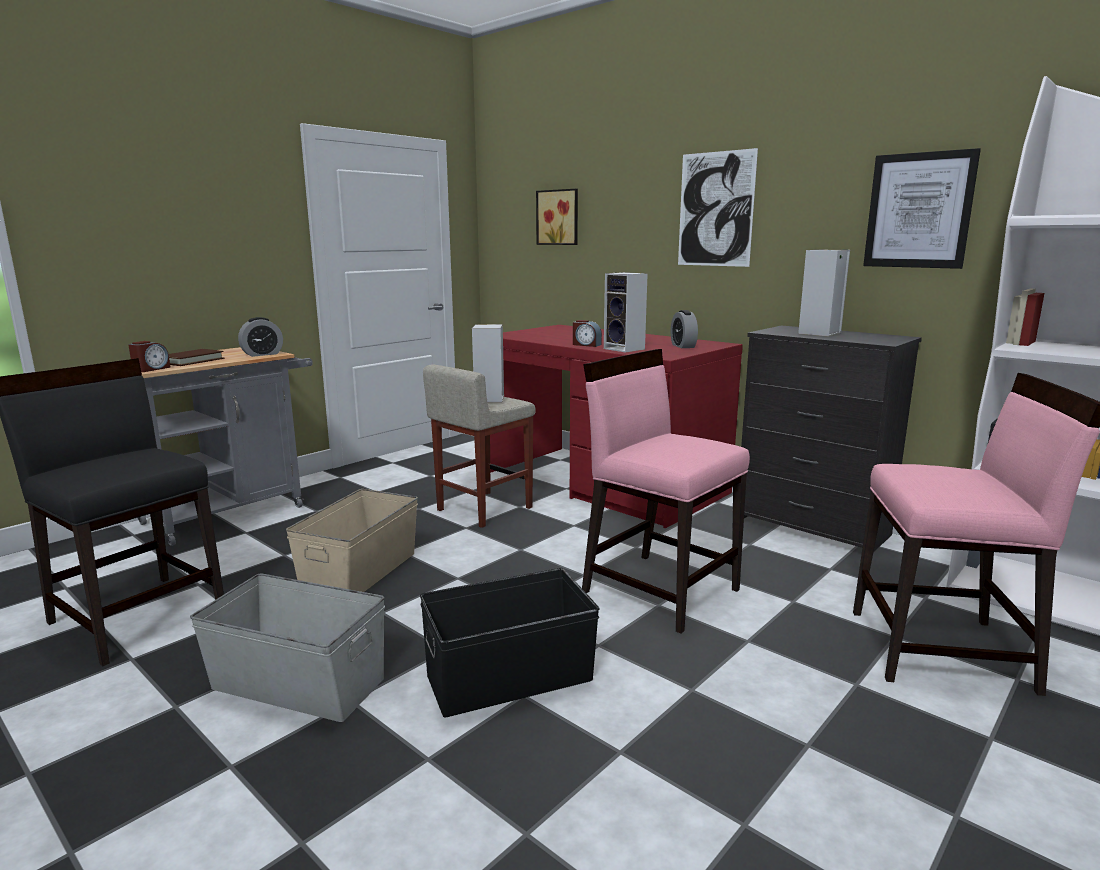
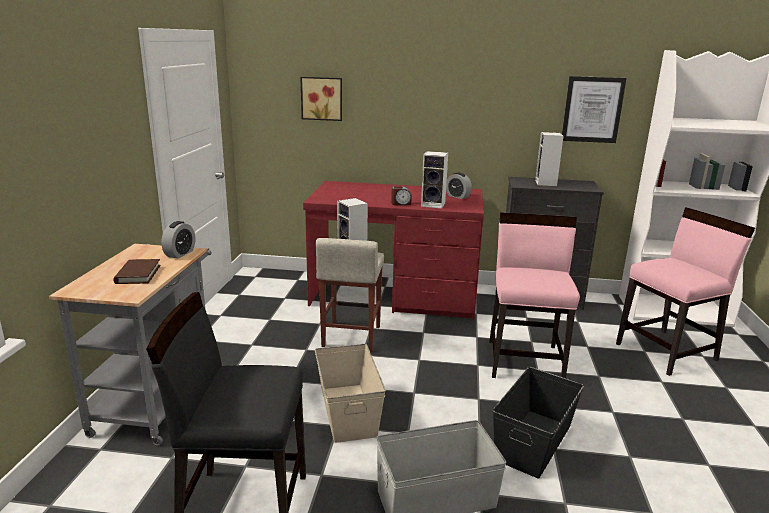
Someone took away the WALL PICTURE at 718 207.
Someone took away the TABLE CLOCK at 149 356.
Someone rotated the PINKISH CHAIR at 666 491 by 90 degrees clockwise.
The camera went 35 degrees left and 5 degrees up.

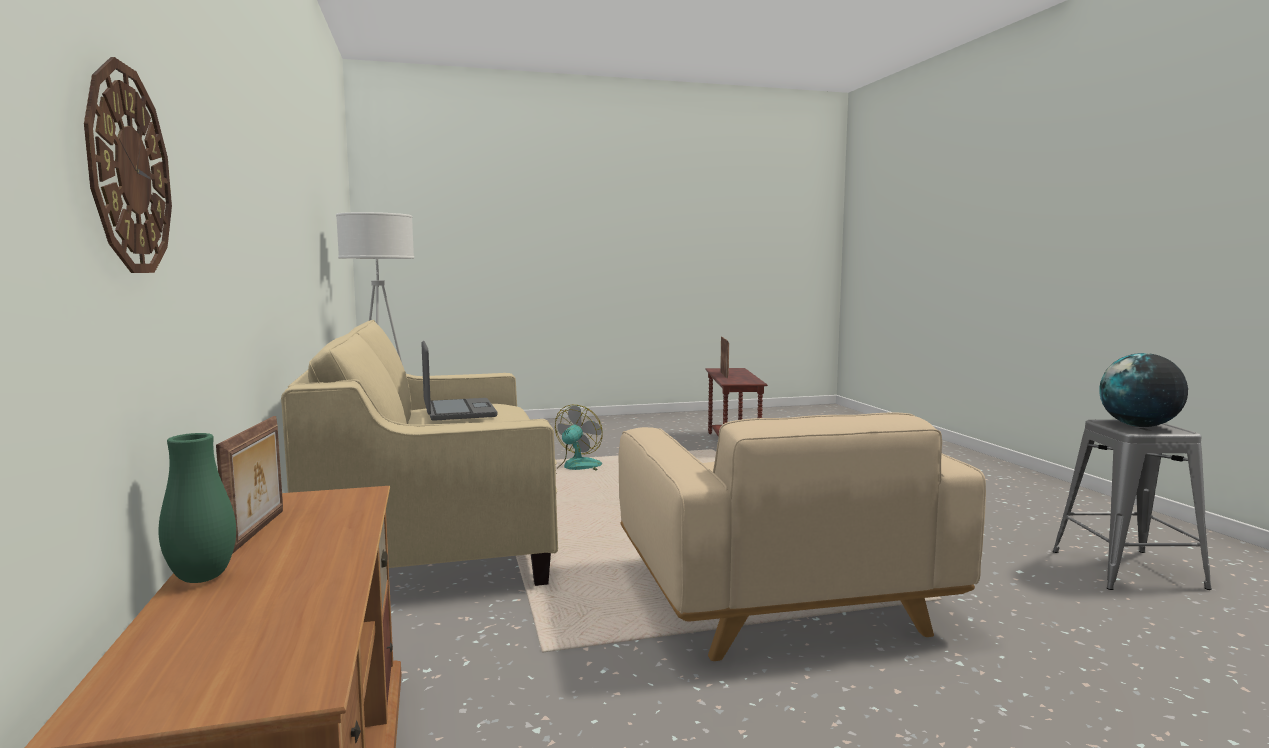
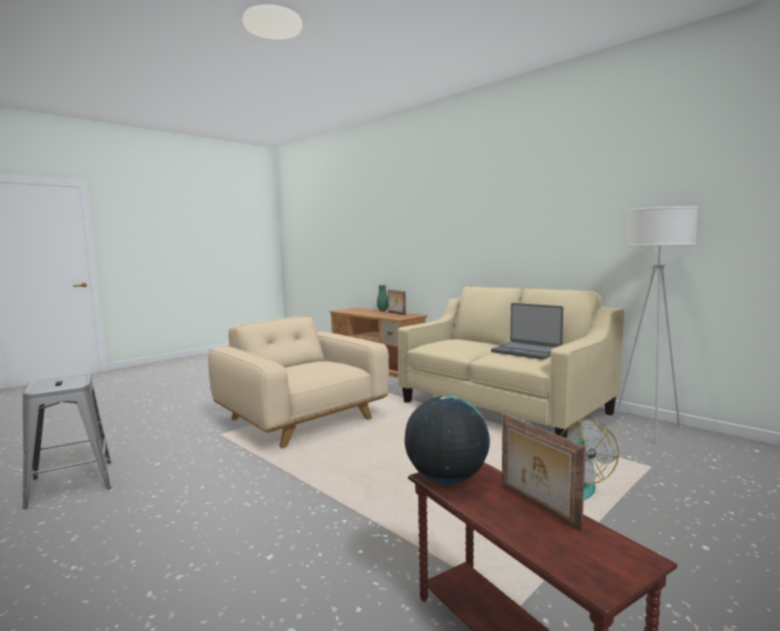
Someone took away the HANGING CLOCK at 128 165.
Someone carried the GLOBE from 1143 390 to 447 439.
The camera went 150 degrees right and 0 degrees up.

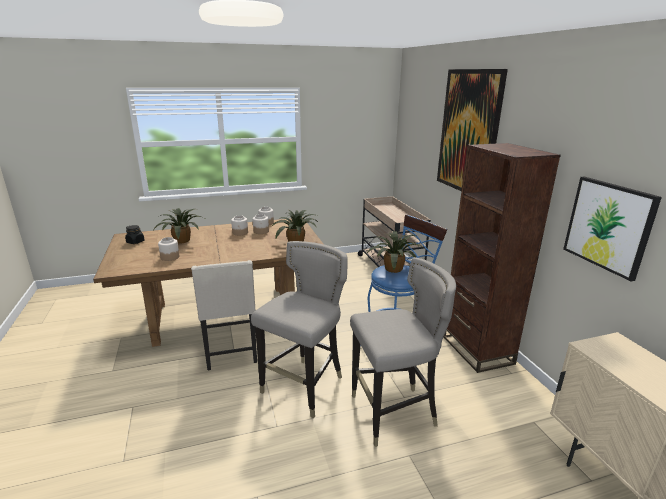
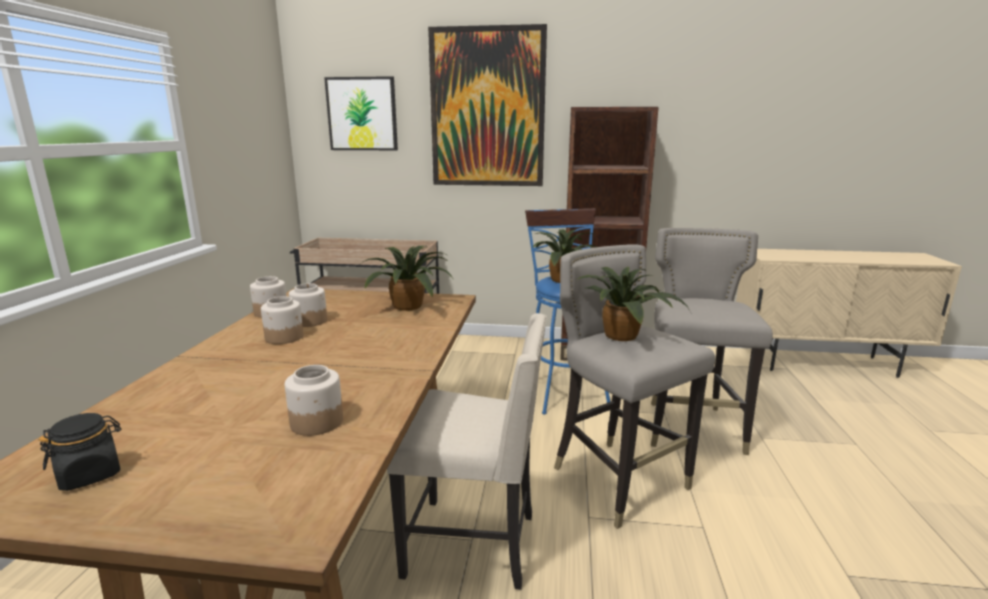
Someone carried the WALL PICTURE from 612 229 to 361 113.
Someone carried the POTTED PLANT from 179 225 to 633 304.
The camera went 65 degrees left and 5 degrees down.

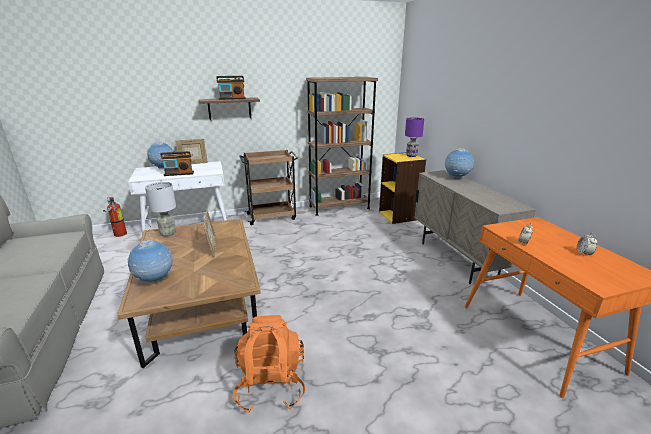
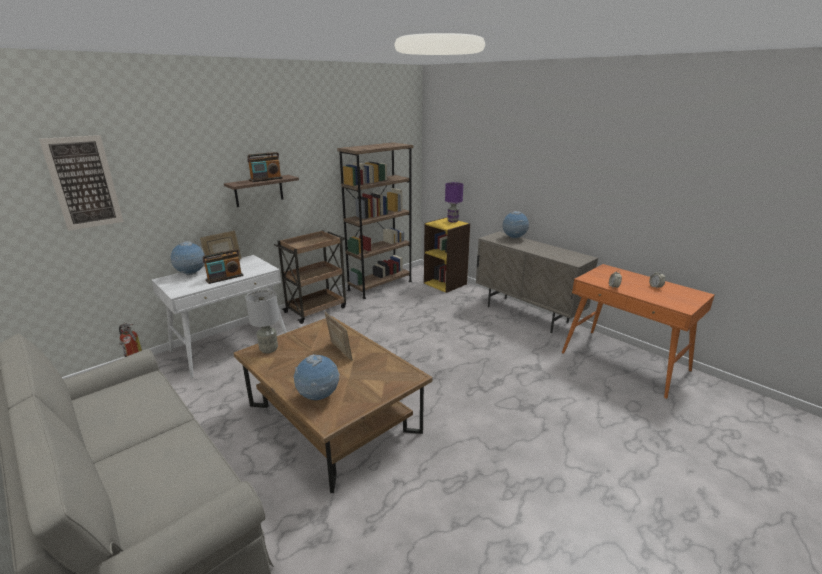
Someone took away the ORANGE BACKPACK at 269 364.
Someone put up the WALL PICTURE at 81 183.
The camera went 25 degrees left and 0 degrees up.

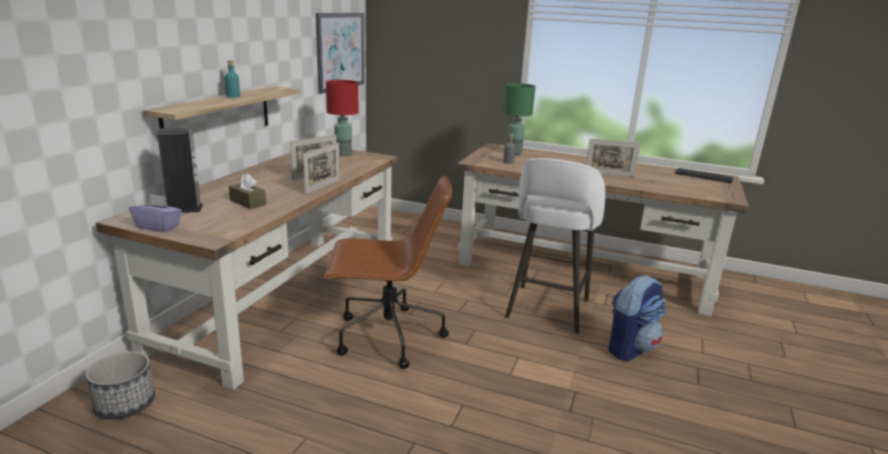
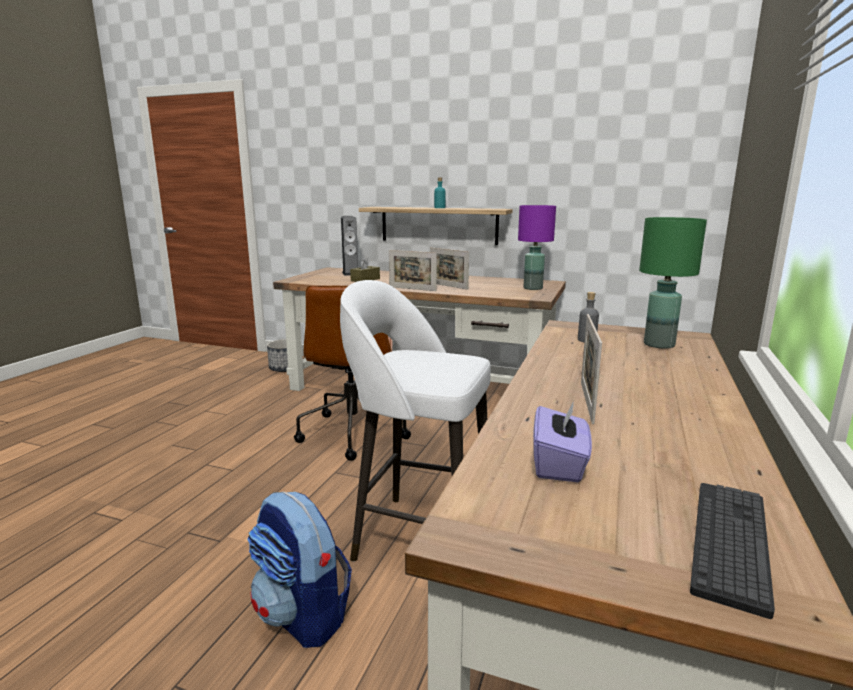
Someone took away the WALL PICTURE at 340 53.
Someone repainted the RED TABLE LAMP at 342 118, which became the PURPLE-COLOURED TABLE LAMP at 537 247.
Someone carried the PURPLE-COLOURED TISSUE HOLDER from 155 213 to 562 440.
The camera went 90 degrees right and 5 degrees down.

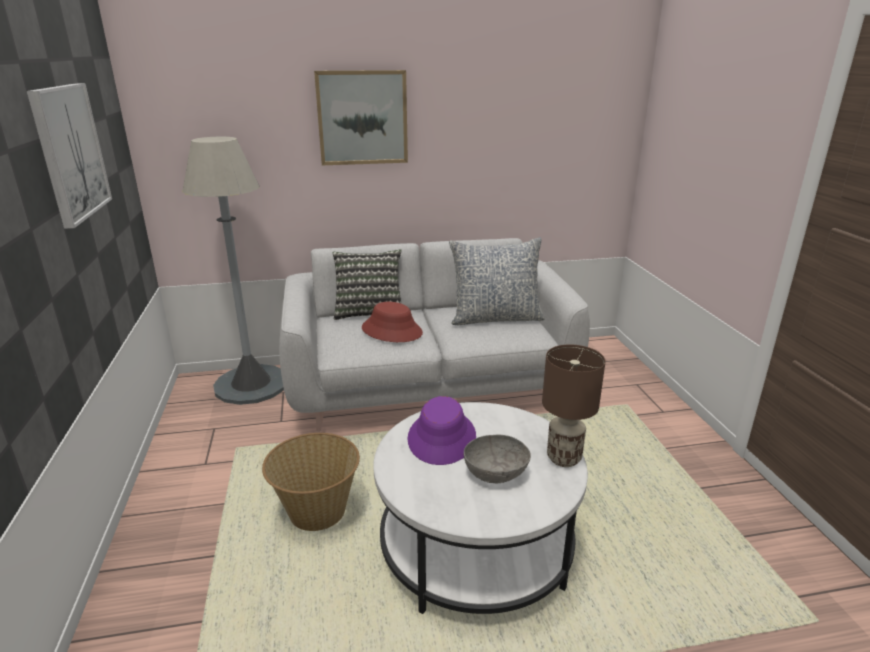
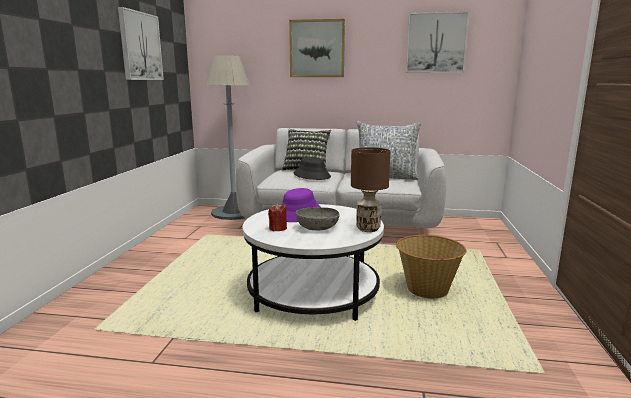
Someone repainted the RED WEARABLE HAT at 392 322, which became the BLACK WEARABLE HAT at 312 168.
Someone carried the BASKET from 311 482 to 431 266.
Someone put up the WALL PICTURE at 437 42.
Someone put down the RED CANDLE at 277 217.
The camera went 20 degrees right and 10 degrees down.

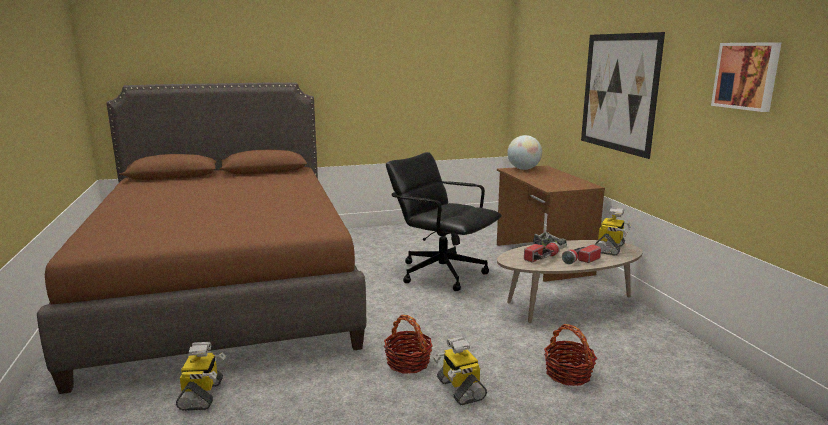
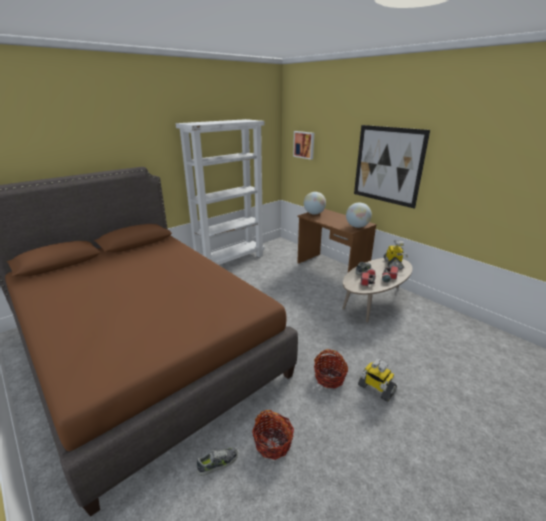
Someone carried the WALL PICTURE from 746 77 to 303 145.
Someone took away the BLACK COMPUTER CHAIR at 444 221.
Someone carried the BASKET from 570 355 to 273 435.
Someone swapped the TOY ROBOT at 201 376 for the LOW SHOE at 217 461.
Someone put down the WHITISH SHELVING UNIT at 220 192.
Someone put down the GLOBE at 359 215.
The camera went 25 degrees left and 10 degrees up.

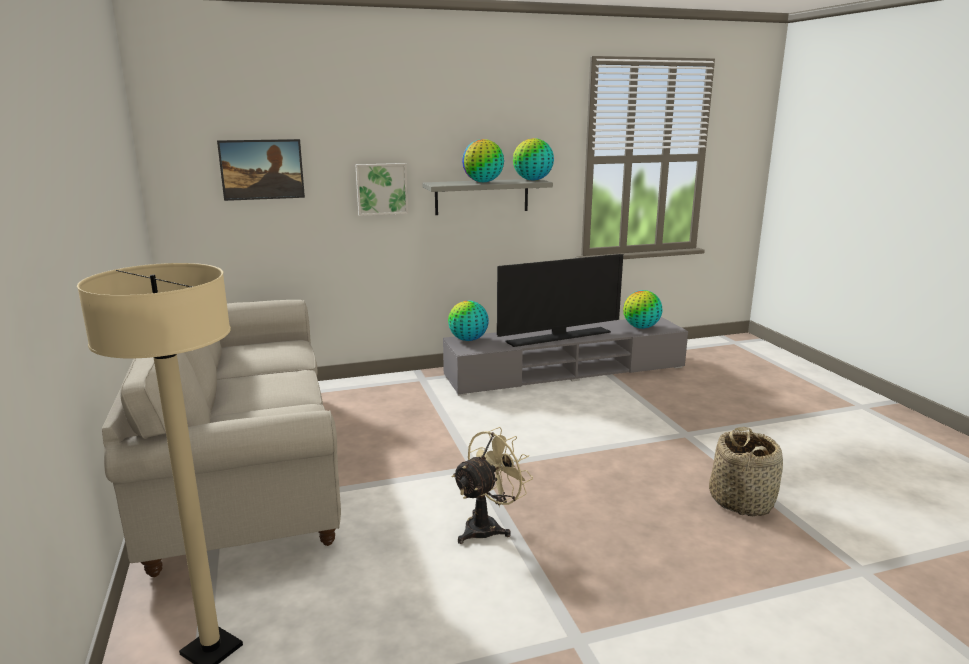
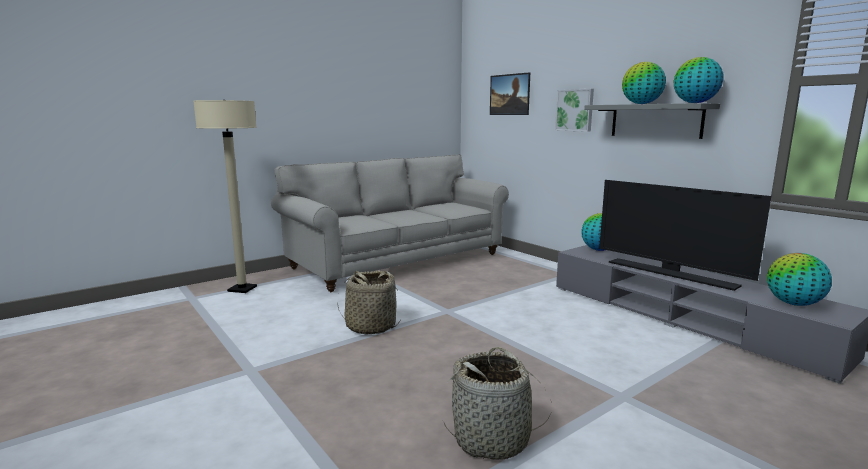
Someone swapped the BEIGE-COLOURED FAN at 492 485 for the BASKET at 369 303.
The camera went 70 degrees right and 5 degrees down.

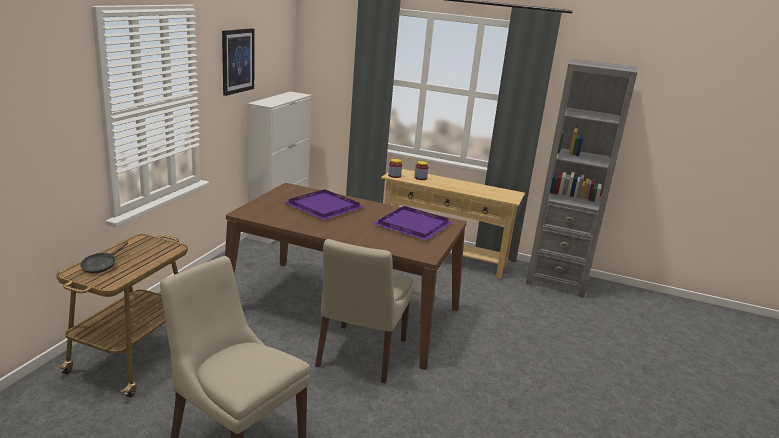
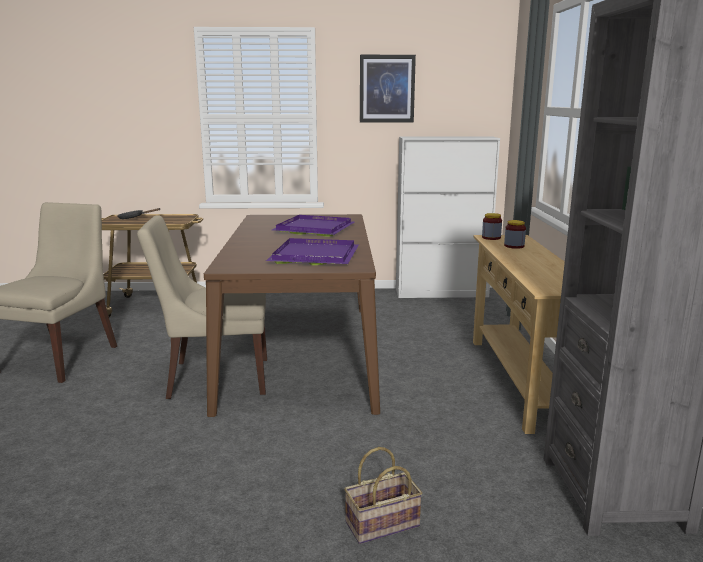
Someone put down the BASKET at 383 495.
The camera went 70 degrees right and 5 degrees down.

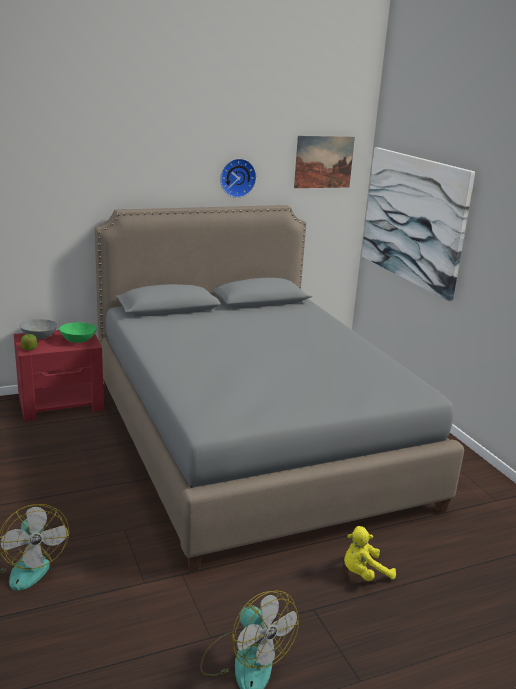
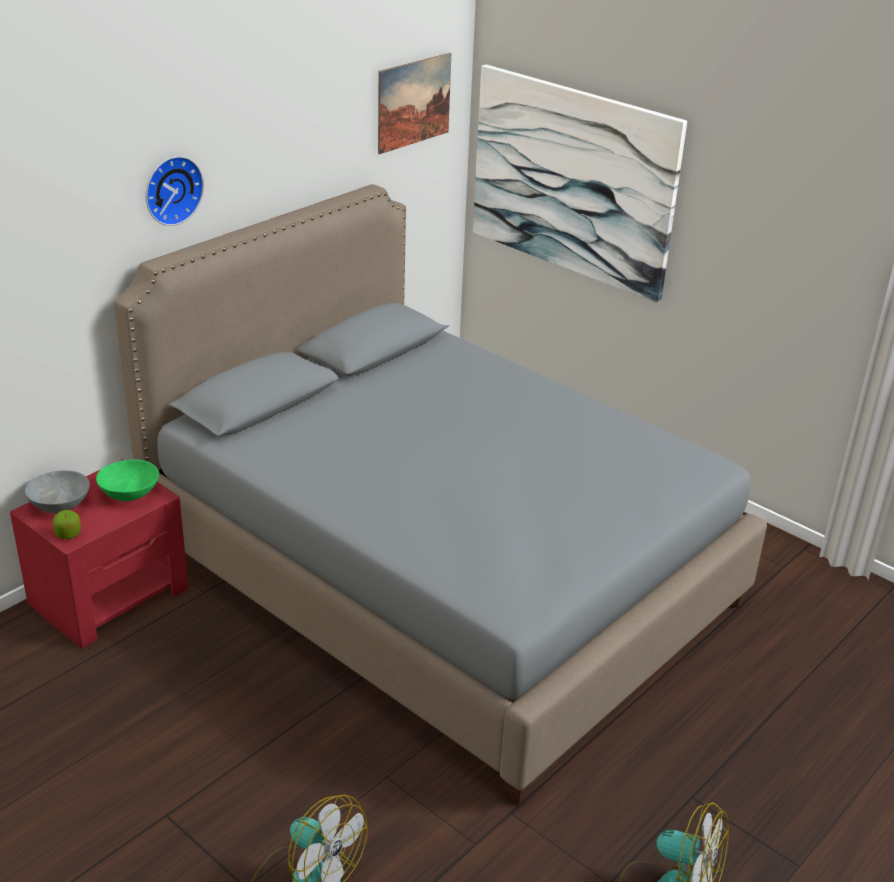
Someone carried the HANGING CLOCK from 238 178 to 175 191.
Someone took away the YELLOW-COLOURED SOFT TOY at 370 553.
The camera went 25 degrees left and 10 degrees up.

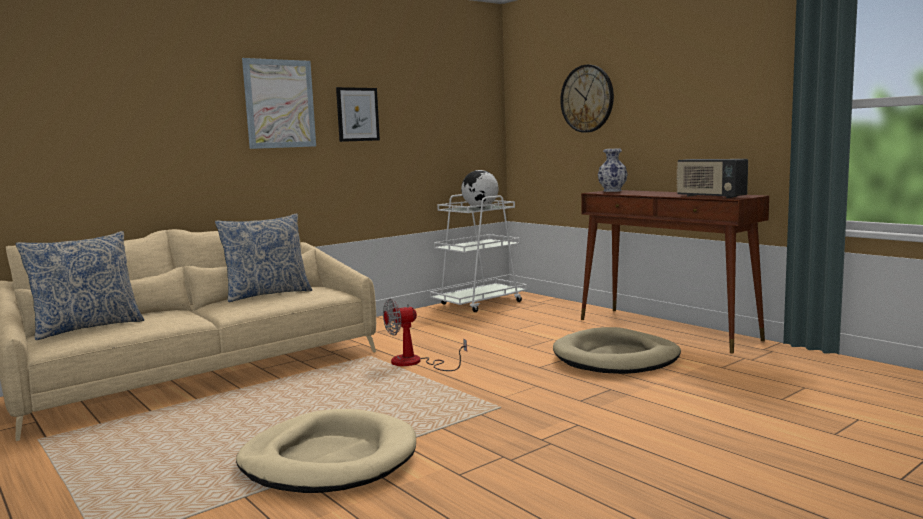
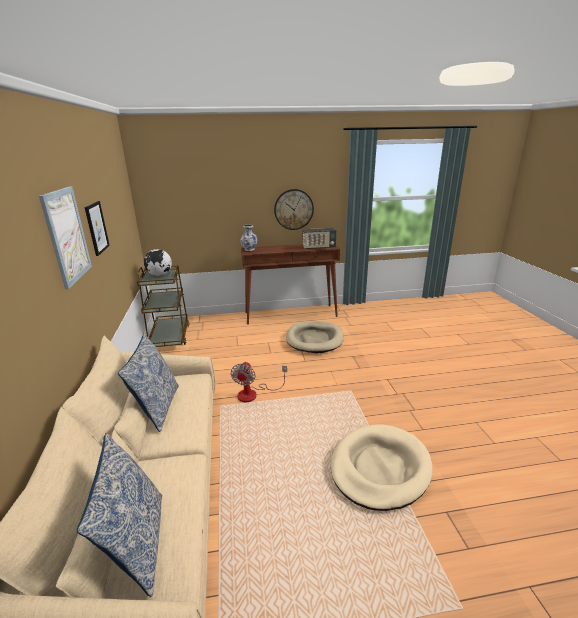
Someone carried the HANGING CLOCK from 587 99 to 294 209.
Someone repainted the WHITISH WHEELED CART at 478 253, which became the BROWNISH WHEELED CART at 163 306.
The camera went 60 degrees left and 15 degrees up.

